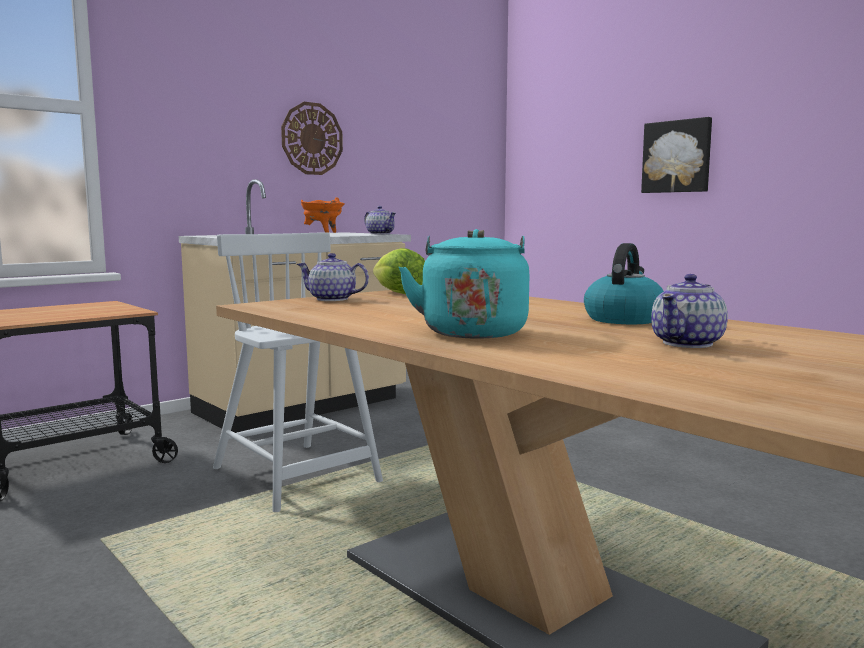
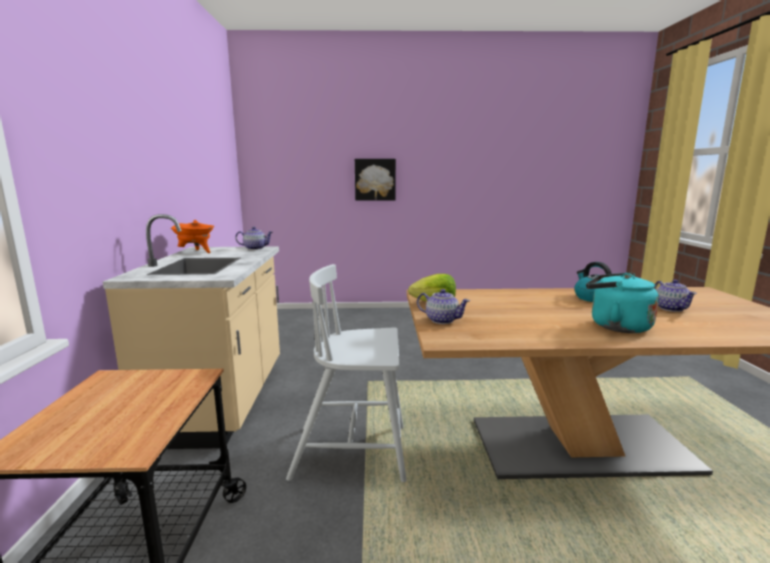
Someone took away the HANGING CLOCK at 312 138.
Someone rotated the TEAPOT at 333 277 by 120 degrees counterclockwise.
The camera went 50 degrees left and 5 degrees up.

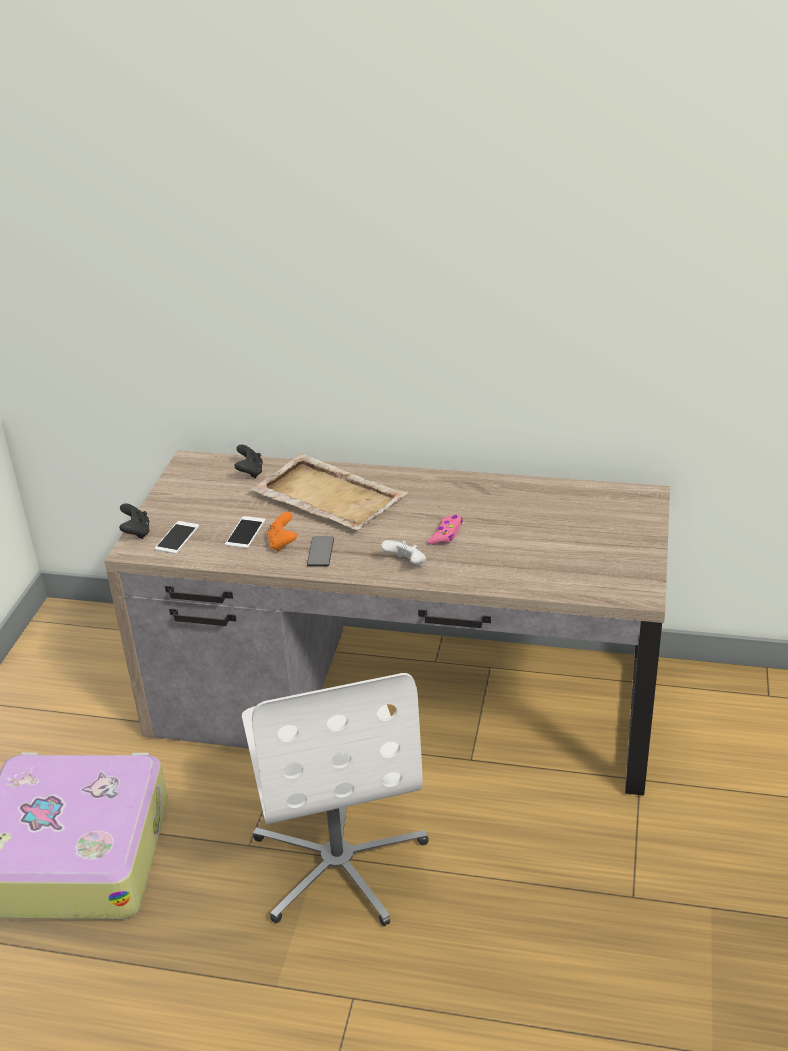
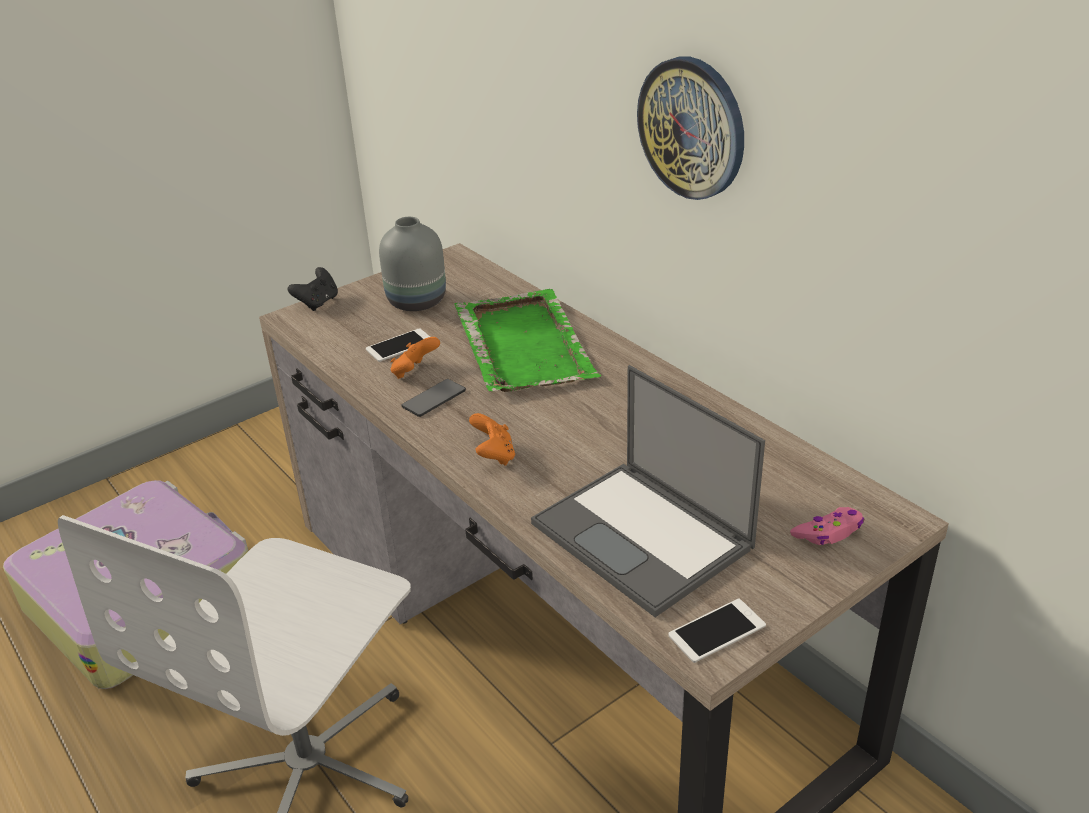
Someone took away the BLACK GAMEPAD at 248 461.
Someone repainted the BEIGE-COLOURED SERVING TRAY at 329 491, which became the GREENISH SERVING TRAY at 528 340.
Someone carried the PINKISH GAMEPAD from 445 530 to 827 526.
Someone carried the TELEPHONE from 176 537 to 717 631.
Someone repainted the WHITISH GAMEPAD at 403 553, which became the ORANGE GAMEPAD at 492 439.
Someone put up the HANGING CLOCK at 690 128.
Someone put down the GREYISH VASE at 412 264.
Someone put down the PORTABLE COMPUTER at 648 491.
The camera went 40 degrees right and 0 degrees up.

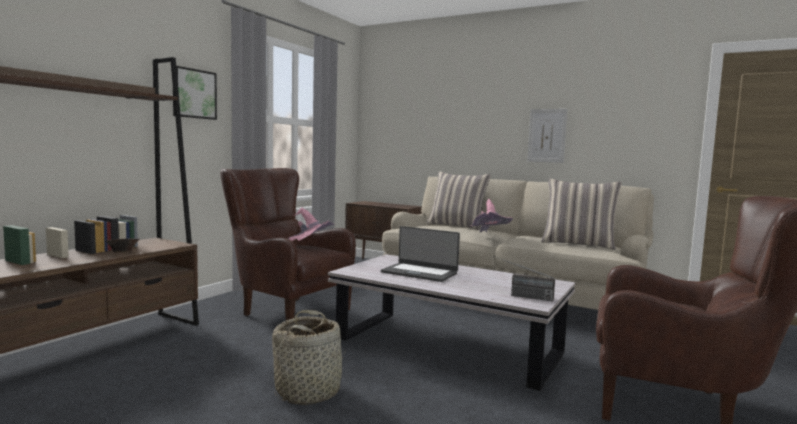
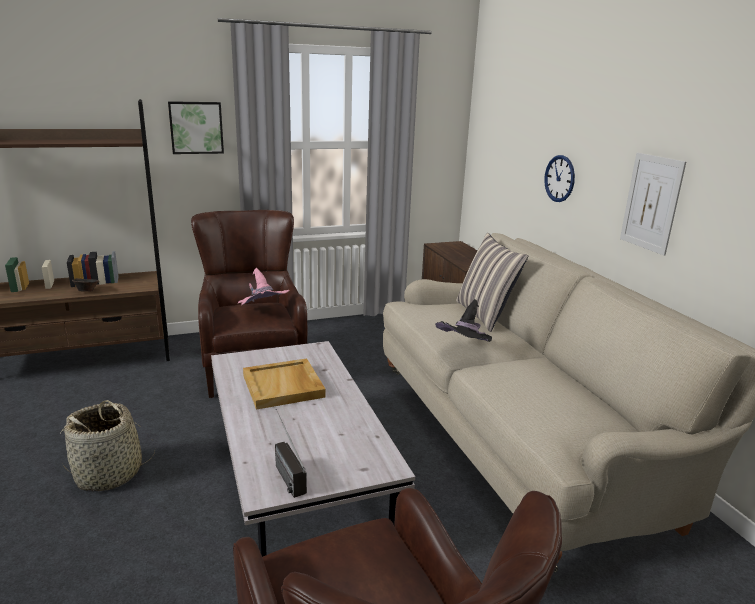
Someone took away the THROW PILLOW at 581 214.
Someone repainted the PINKISH WEARABLE HAT at 492 215, which became the BLACK WEARABLE HAT at 463 320.
Someone swapped the PORTABLE COMPUTER at 420 254 for the BEIGE-COLOURED SERVING TRAY at 284 384.
Someone put up the HANGING CLOCK at 559 178.
The camera went 40 degrees right and 15 degrees up.

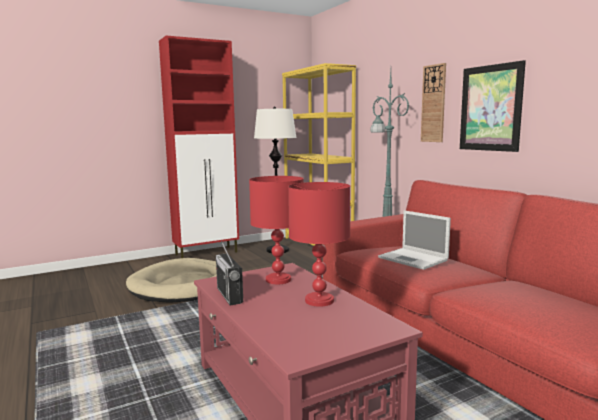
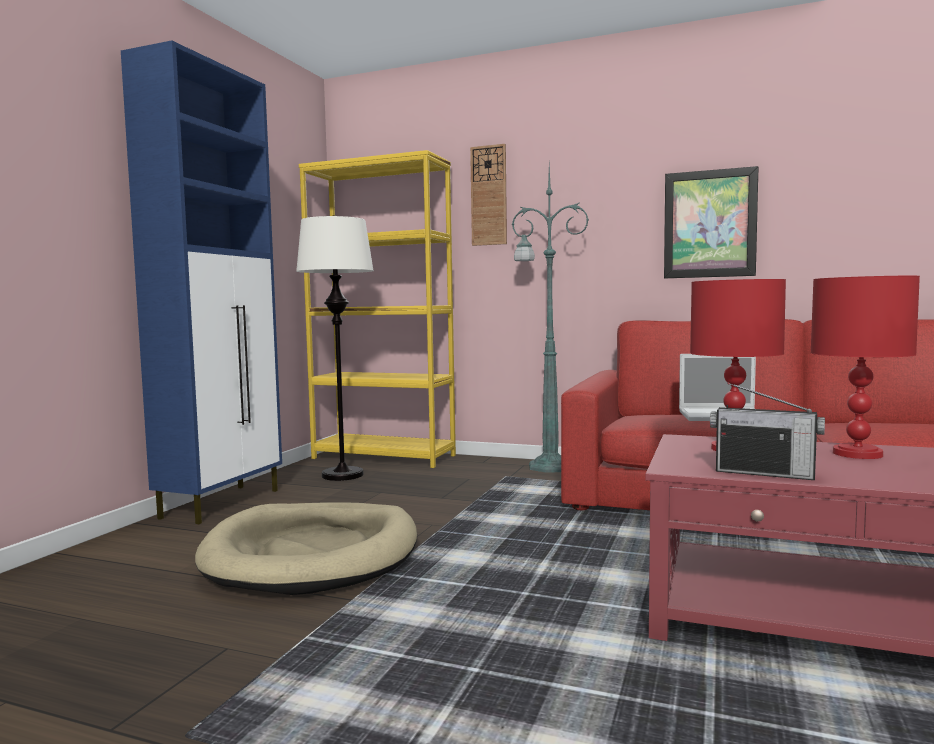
Someone repainted the RED CABINET at 199 147, which became the BLUE CABINET at 201 282.
Someone carried the HANGING CLOCK from 433 102 to 488 195.
The camera went 40 degrees left and 5 degrees down.

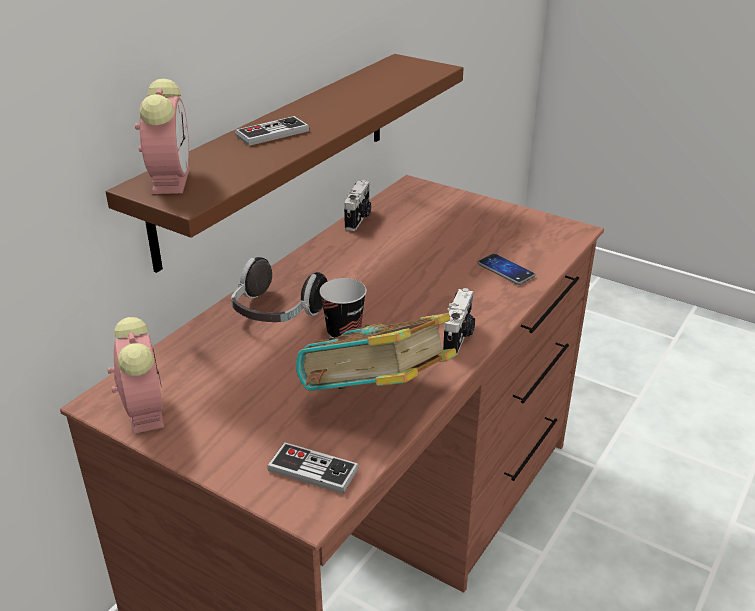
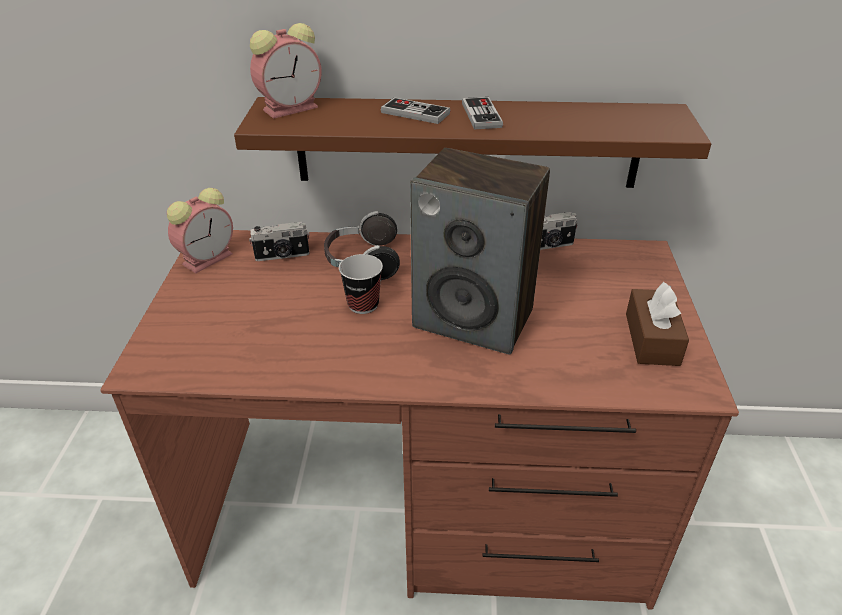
Someone took away the TELEPHONE at 506 269.
Someone carried the PHOTO CAMERA from 459 322 to 279 241.
Someone took away the VOLUME at 376 352.
Someone carried the GAMEPAD from 313 468 to 482 113.
Someone put down the LOUDSPEAKER at 480 251.
Someone put down the BROWNISH TISSUE HOLDER at 657 324.
The camera went 60 degrees right and 5 degrees up.

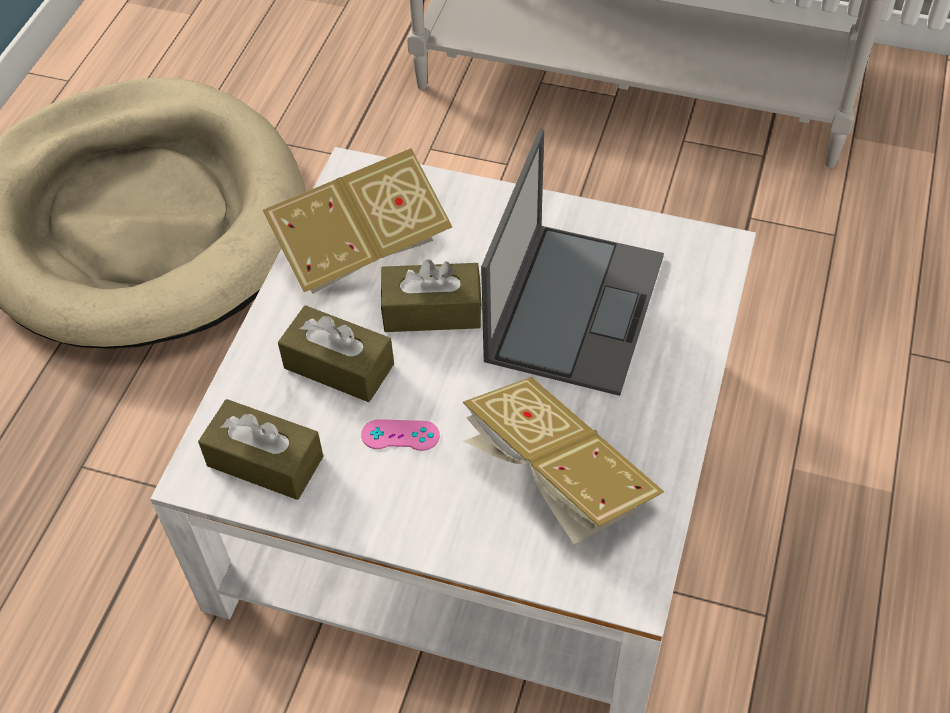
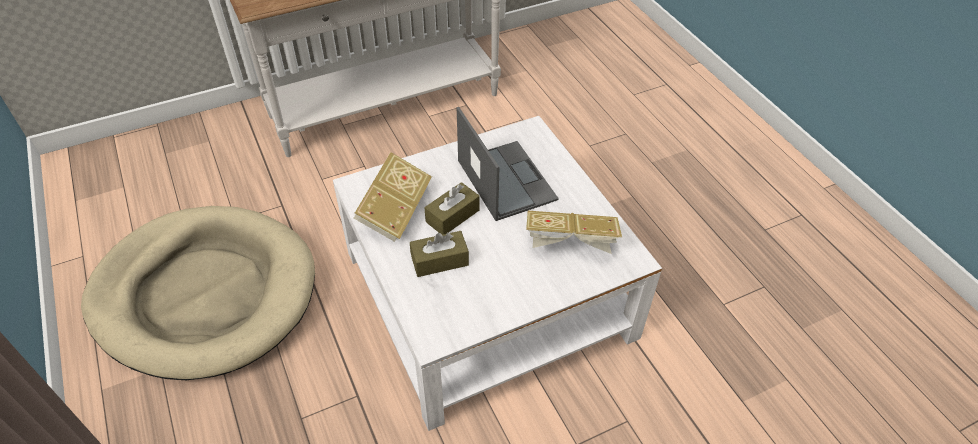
Someone took away the BROWNISH TISSUE HOLDER at 261 449.
Someone took away the PINKISH GAMEPAD at 400 435.
The camera went 45 degrees left and 5 degrees down.

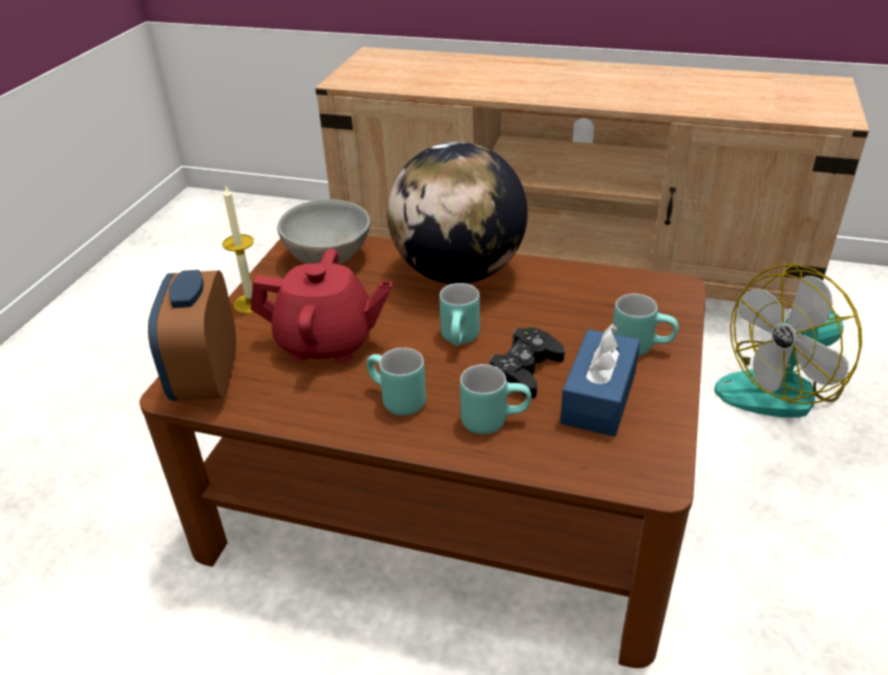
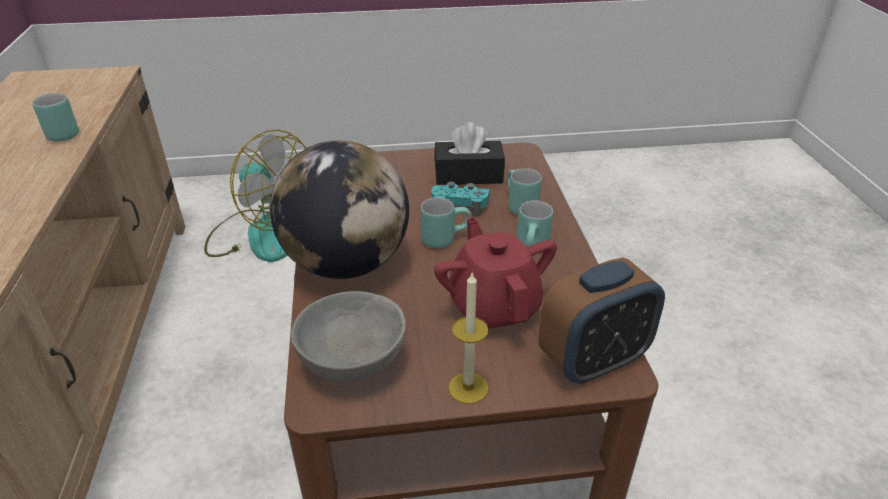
Someone carried the TURQUOISE-COLOURED MUG from 646 324 to 55 117.
Someone repainted the BLUE TISSUE HOLDER at 600 380, which became the BLACK TISSUE HOLDER at 469 153.
Someone repainted the BLACK GAMEPAD at 527 362, which became the TURQUOISE-COLOURED GAMEPAD at 460 198.
The camera went 115 degrees left and 0 degrees up.

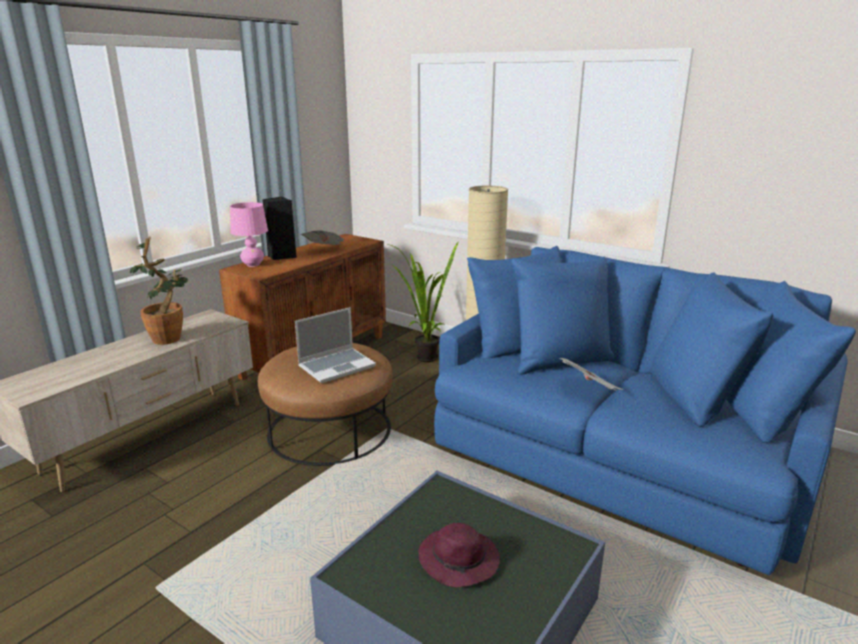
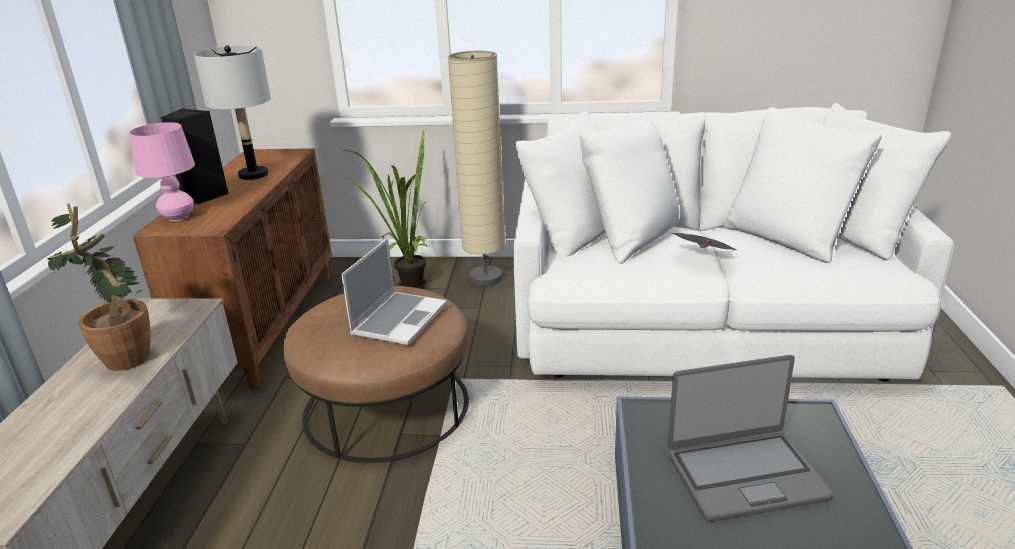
Someone swapped the DAILY PAPER at 323 237 for the GREYISH TABLE LAMP at 232 112.
Someone repainted the BLUE SETTEE at 645 410, which became the WHITISH SETTEE at 733 242.
Someone swapped the PURPLE-COLOURED WEARABLE HAT at 459 555 for the PORTABLE COMPUTER at 750 438.
The camera went 30 degrees left and 5 degrees up.

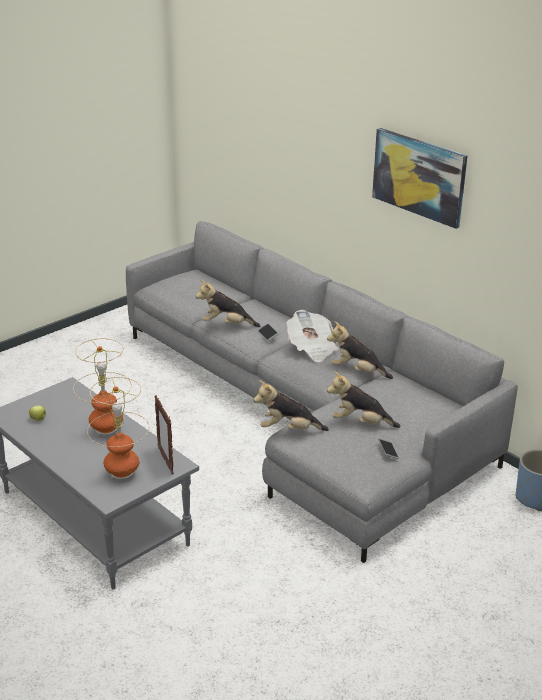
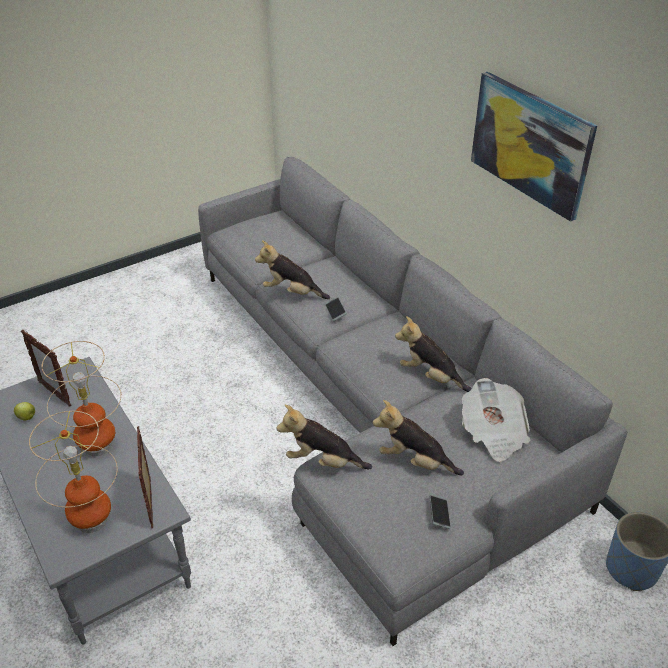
Someone carried the DAILY PAPER from 312 336 to 496 420.
Someone put down the PHOTO FRAME at 46 368.
The camera went 10 degrees right and 10 degrees up.

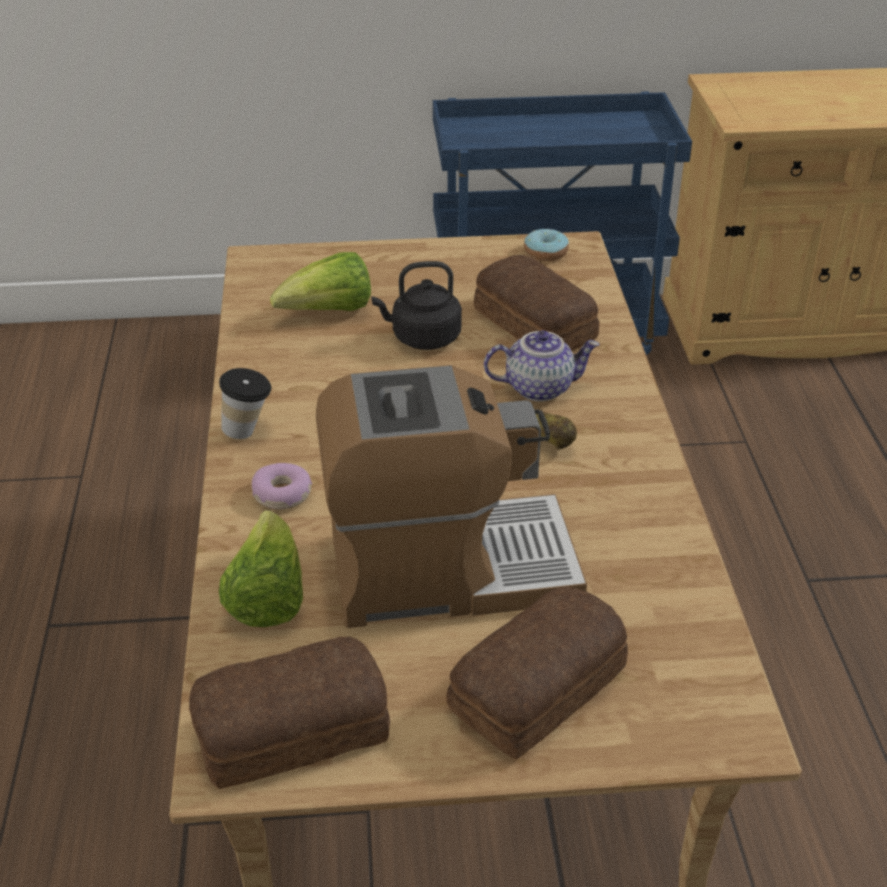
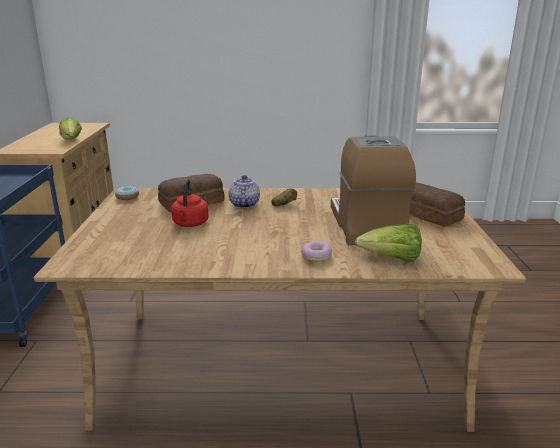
Someone carried the HEAD OF LETTUCE from 320 281 to 70 128.
Someone repainted the BLACK WATER KETTLE at 417 305, which became the RED WATER KETTLE at 190 203.
Someone took away the SMALL CUP at 245 403.
Someone took away the BREAD at 289 713.
The camera went 85 degrees left and 15 degrees down.

